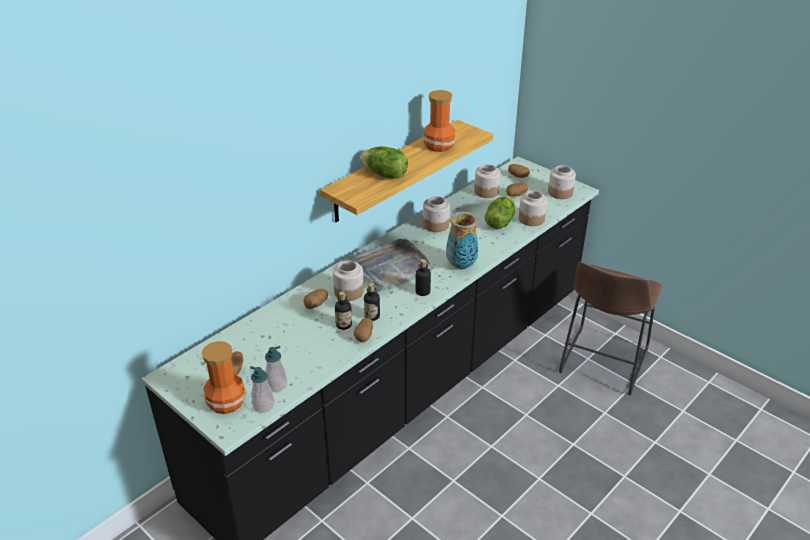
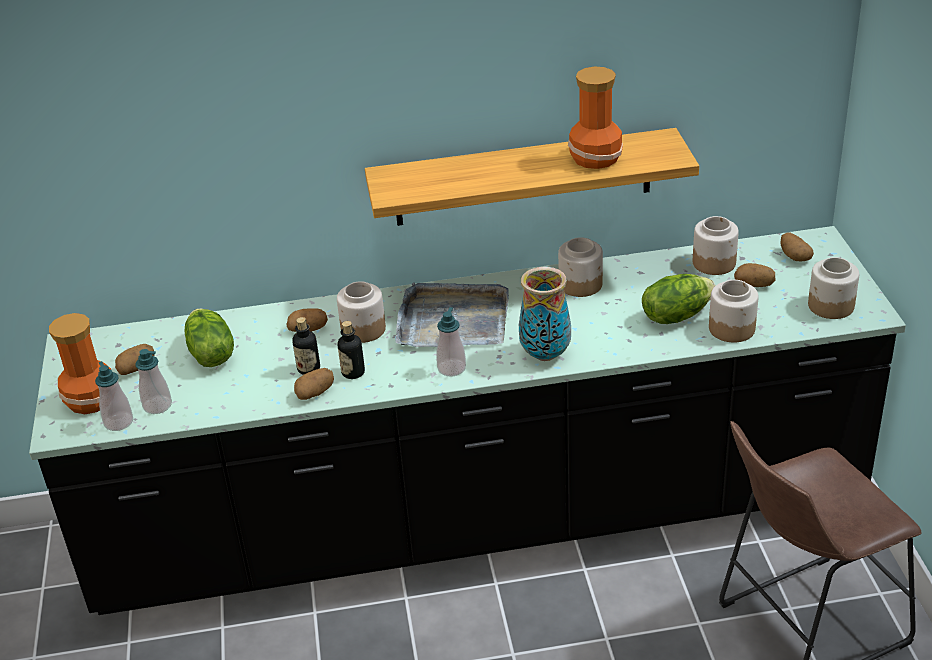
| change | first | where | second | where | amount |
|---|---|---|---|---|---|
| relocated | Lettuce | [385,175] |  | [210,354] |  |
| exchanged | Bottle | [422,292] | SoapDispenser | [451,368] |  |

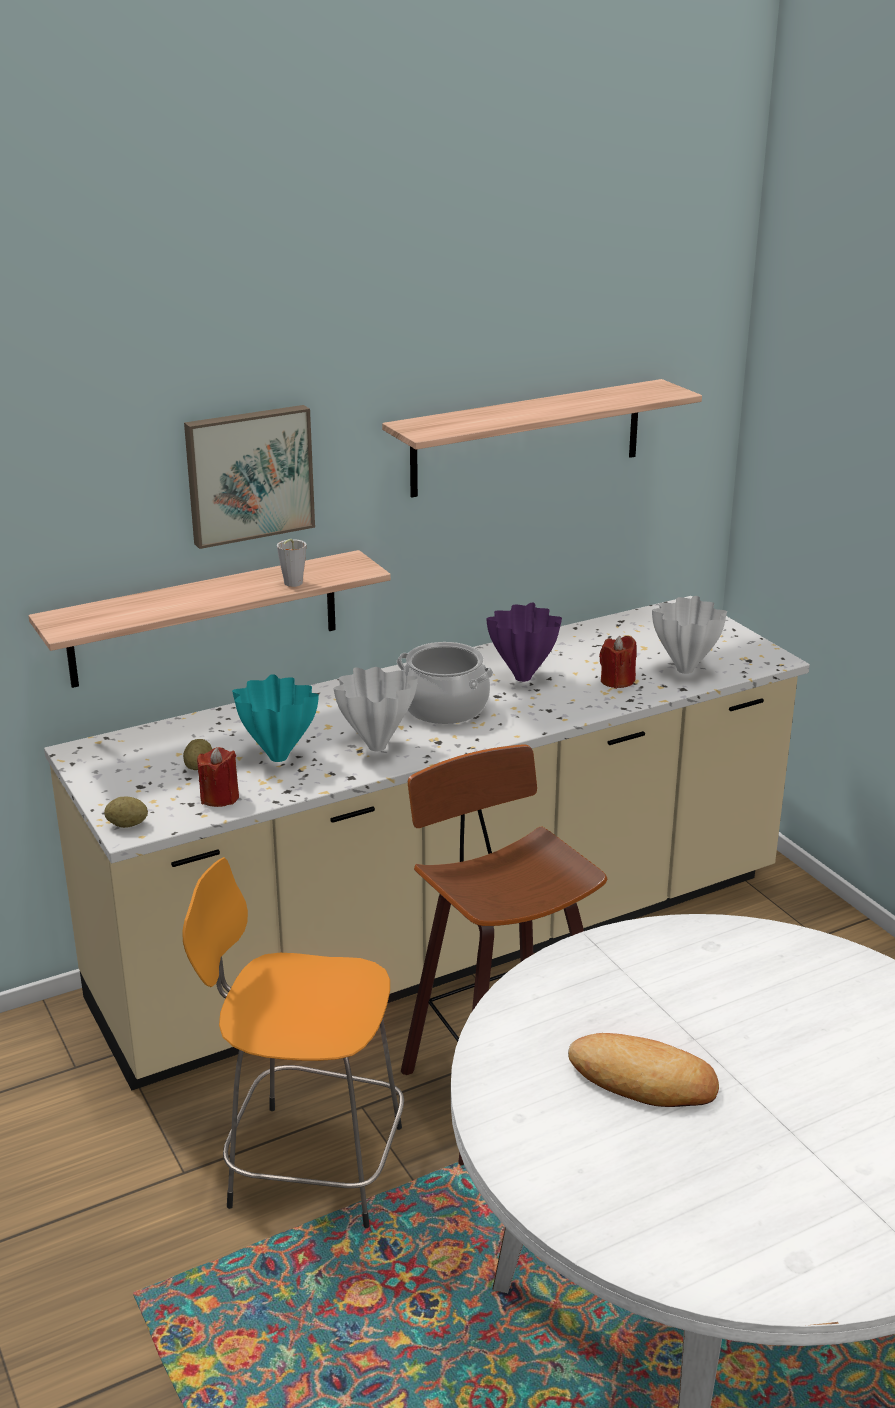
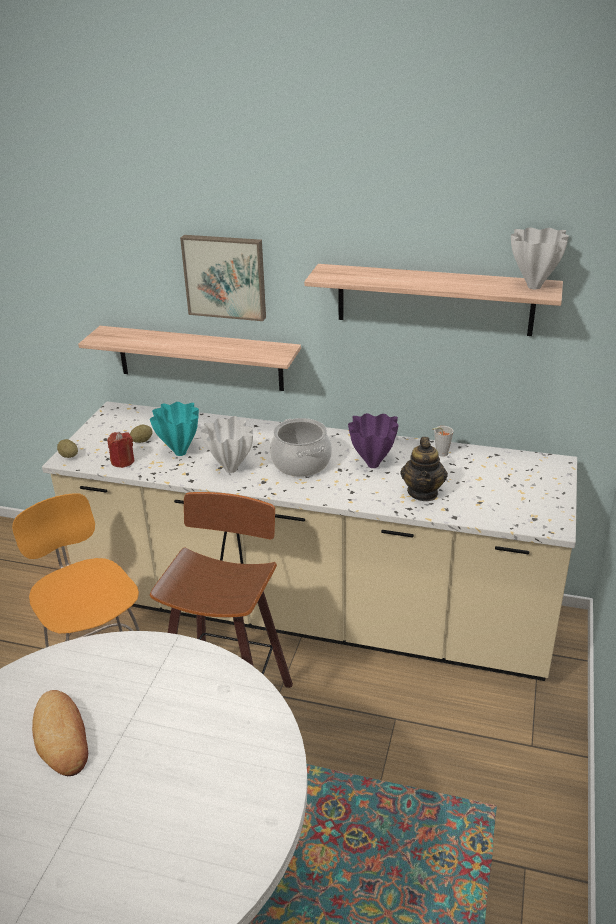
| change | first | where | second | where | amount |
|---|---|---|---|---|---|
| relocated | GreyCup | [291,584] |  | [439,454] |  |
| relocated | WhiteVase | [684,670] |  | [533,287] |  |
| exchanged | RedCandle | [617,681] | Teapot | [423,492] |  |

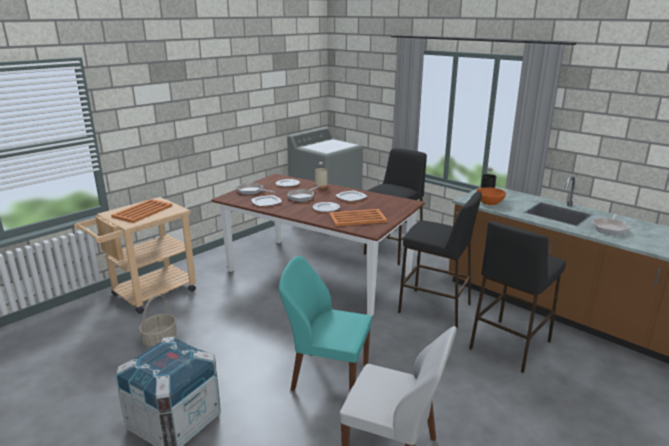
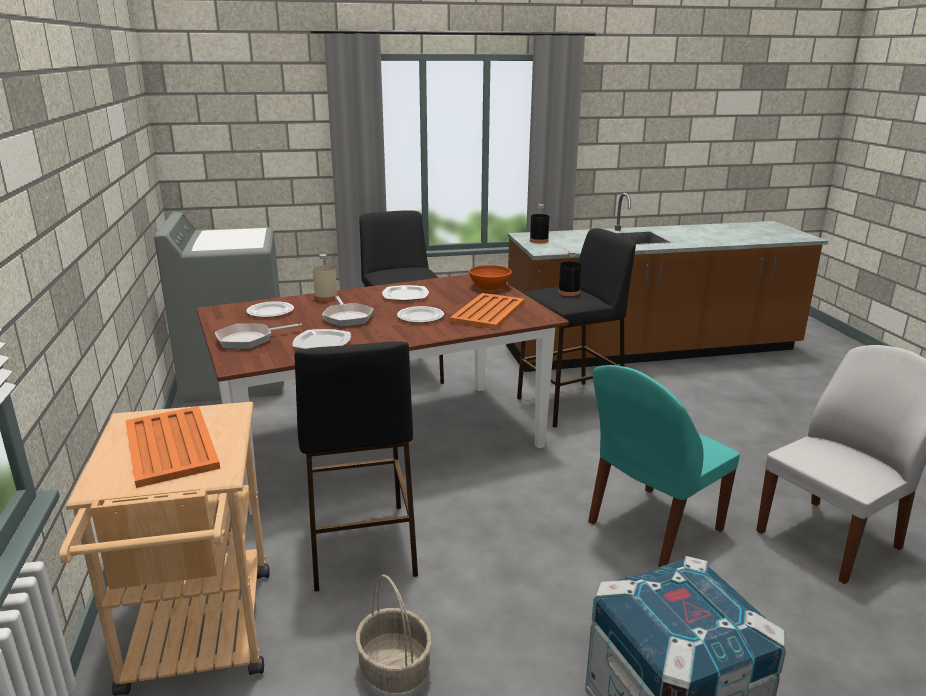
| change | first | where | second | where | amount |
|---|---|---|---|---|---|
| missing | FryingPan | [610,228] |  |  |  |
| appeared |  |  | BlackBottle | [569,292] |  |
| relocated | BlackStool | [510,345] |  | [361,546] |  |
| relocated | OrangeBowl | [489,202] |  | [490,287] |  |

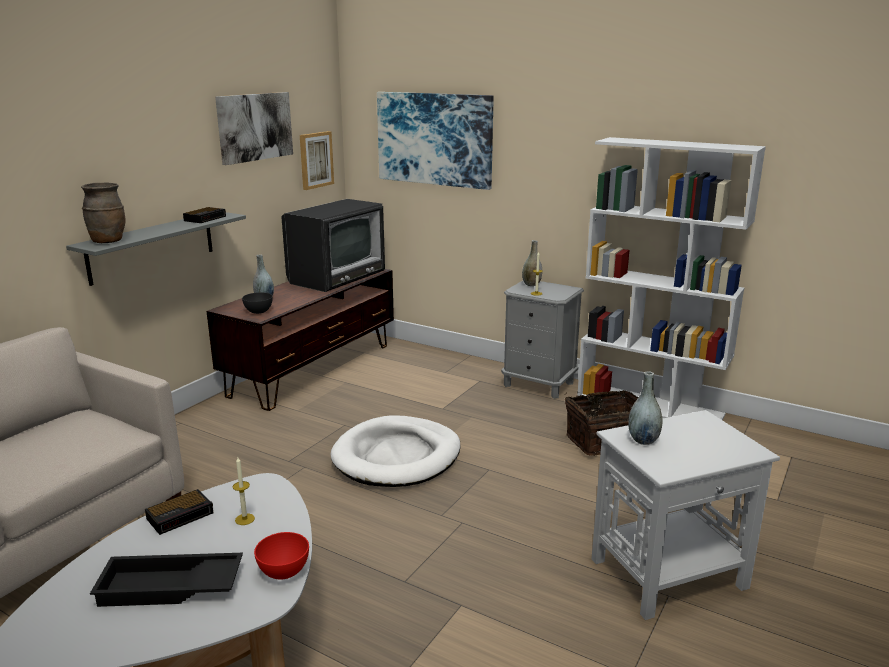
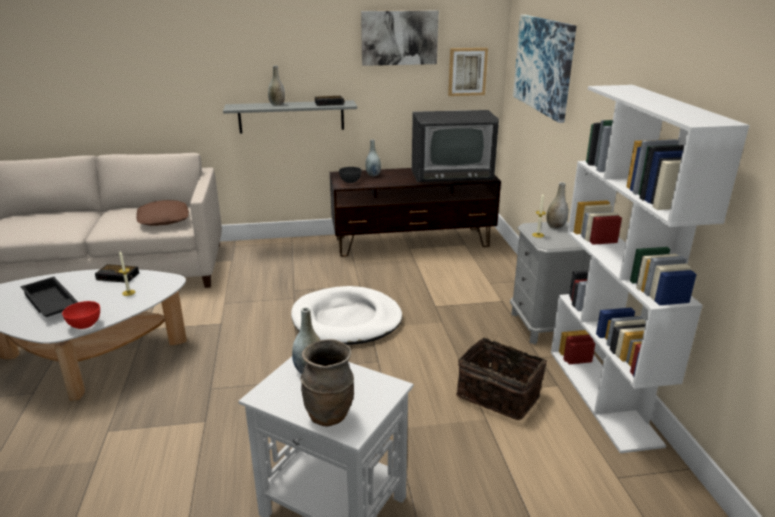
| change | first | where | second | where | amount |
|---|---|---|---|---|---|
| appeared |  |  | BrownPillow | [164,219] |  |
| appeared |  |  | GreyVase | [277,104] |  |
| relocated | BrownVase | [108,241] |  | [329,416] |  |

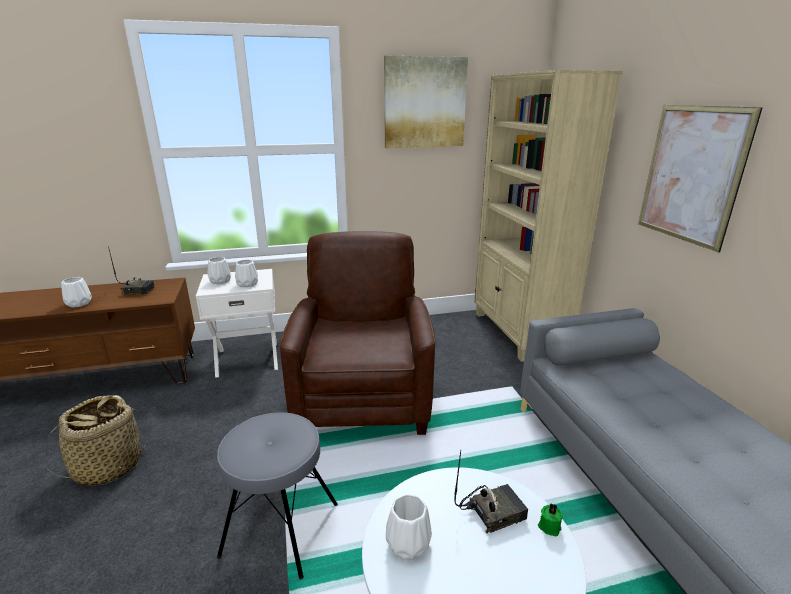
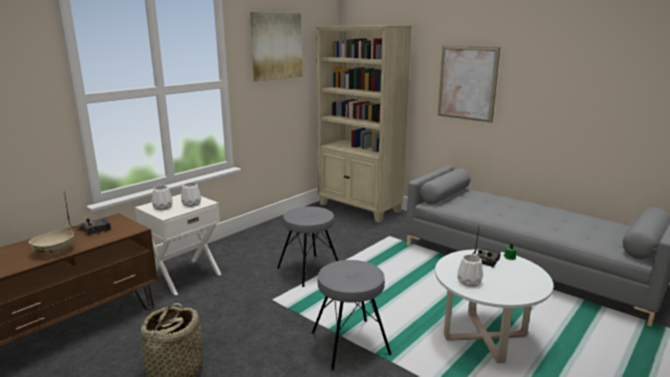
| change | first | where | second | where | amount |
|---|---|---|---|---|---|
| exchanged | WhiteVase | [78,303] | BeigeBowl | [54,251] |  |
| exchanged | BrownArmchair | [362,399] | GreyStool | [309,270] |  |

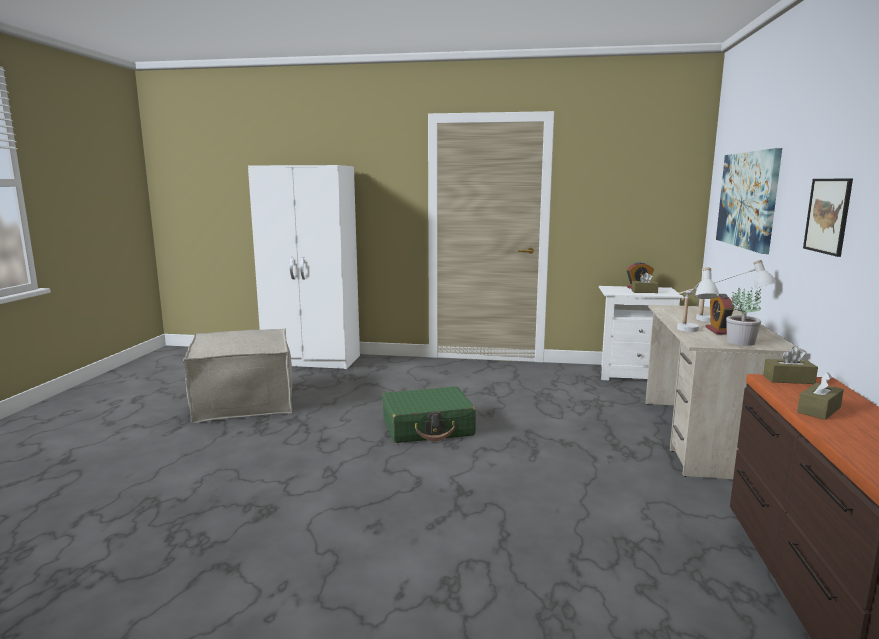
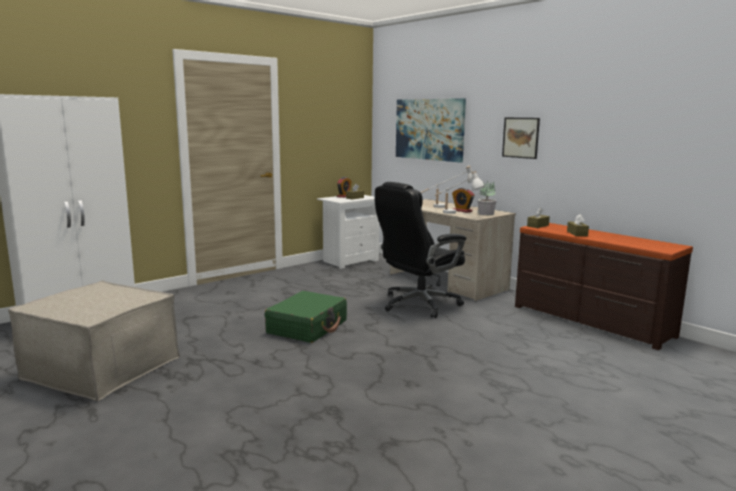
| change | first | where | second | where | amount |
|---|---|---|---|---|---|
| appeared |  |  | BlackOfficeChair | [418,304] |  |

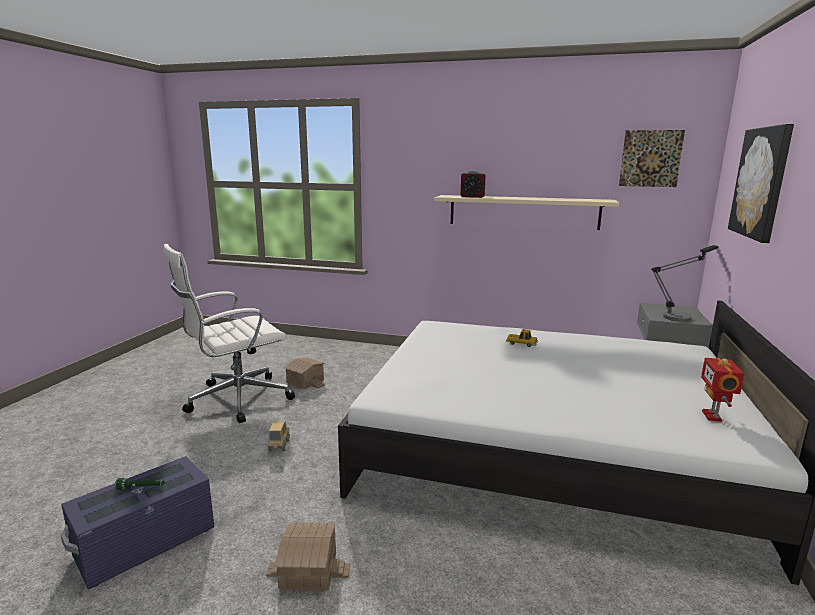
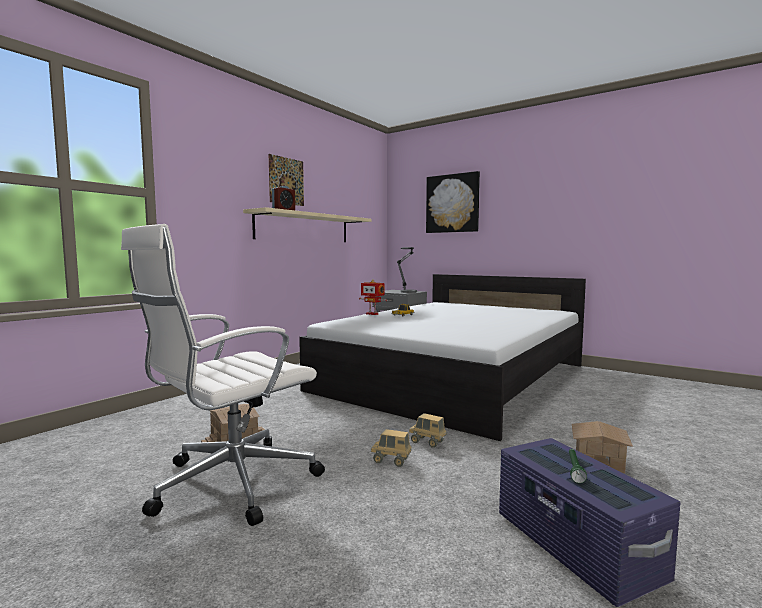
| change | first | where | second | where | amount |
|---|---|---|---|---|---|
| appeared |  |  | ToyTruck | [427,442] |  |
| relocated | Picture | [650,158] |  | [286,181] |  |
| relocated | ToyRobot | [713,416] |  | [372,314] |  |
| spun | WhiteOfficeChair | [236,399] |  | [229,483] | 60 degrees clockwise |

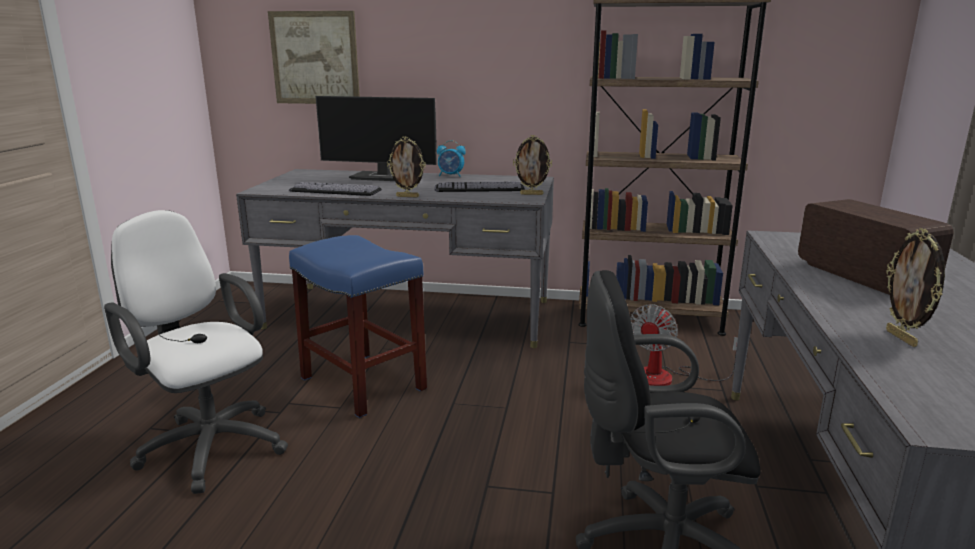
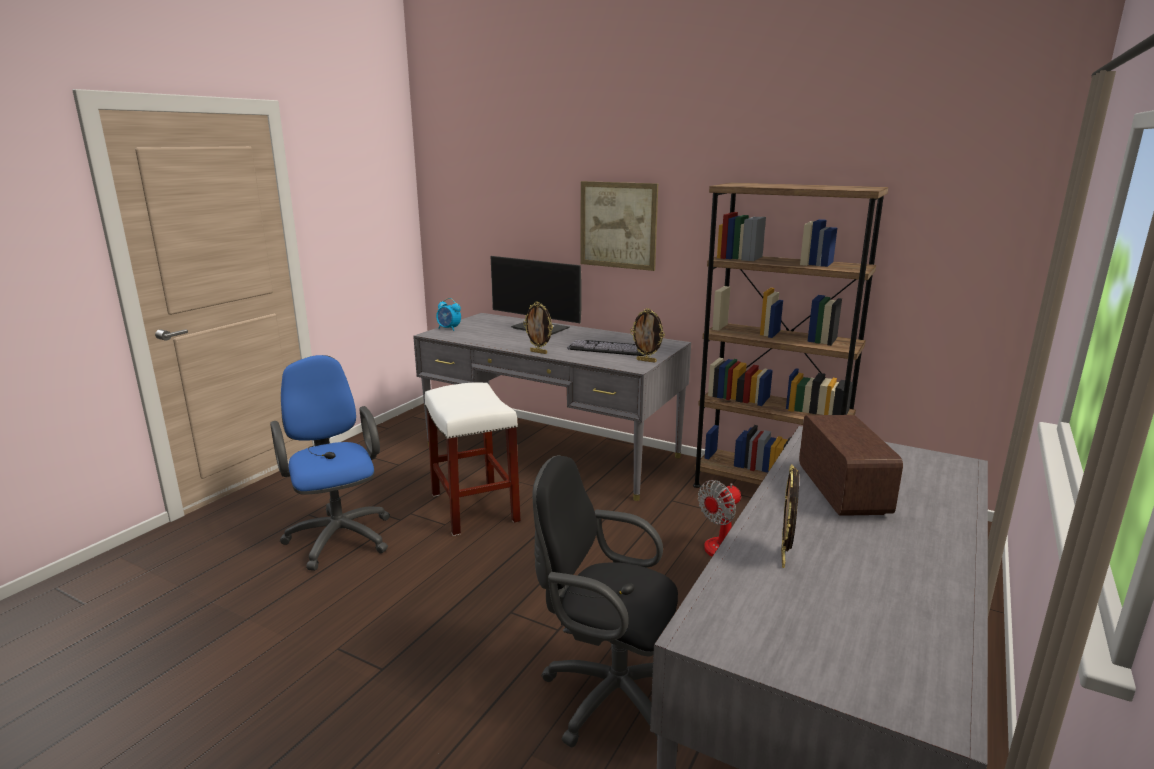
| change | first | where | second | where | amount |
|---|---|---|---|---|---|
| missing | Keyboard | [338,189] |  |  |  |
| relocated | Picture | [315,58] |  | [618,225] |  |
| relocated | AlarmClock | [451,175] |  | [449,329] |  |
| colour | WhiteOfficeChair | [209,444] | BlueOfficeChair | [339,535] |  |
| colour | BlueStool | [361,383] | WhiteStool | [473,507] |  |

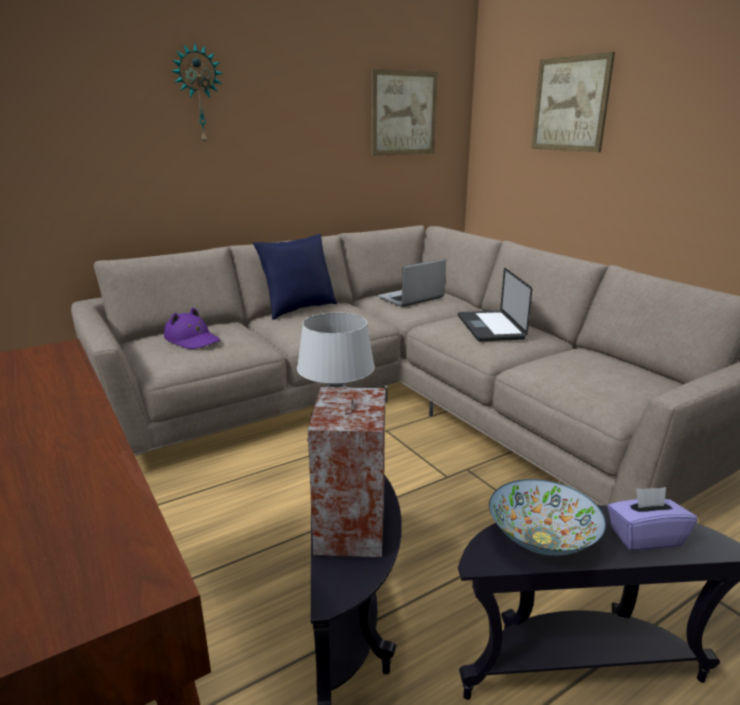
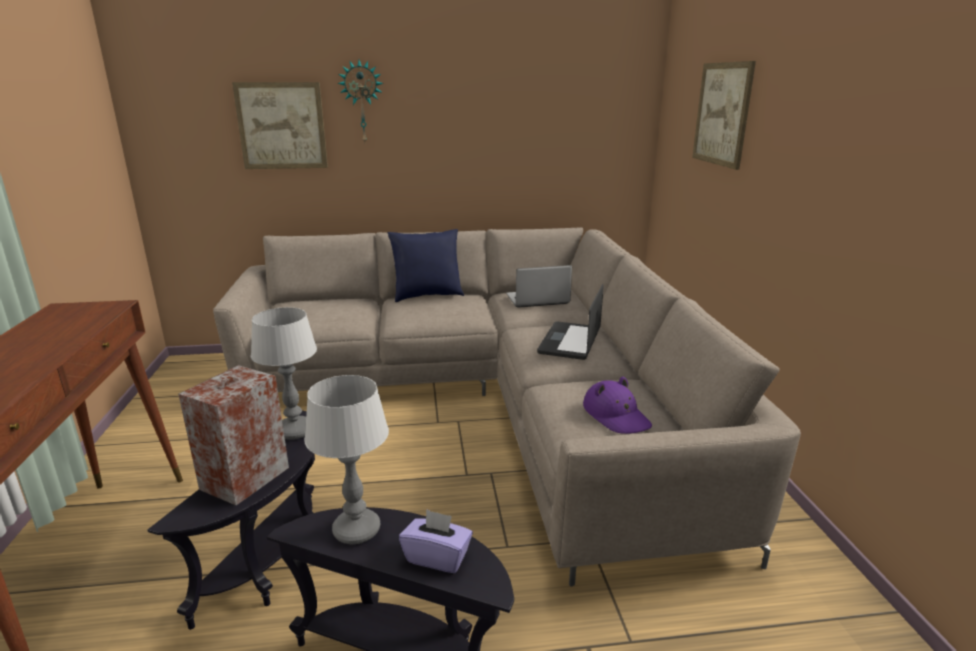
| change | first | where | second | where | amount |
|---|---|---|---|---|---|
| relocated | PurpleHat | [193,340] |  | [616,416] |  |
| relocated | Picture | [403,113] |  | [281,126] |  |
| exchanged | Bowl | [542,539] | TableLamp | [357,531] |  |

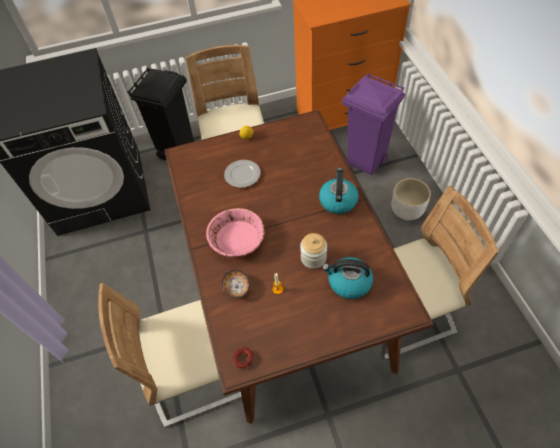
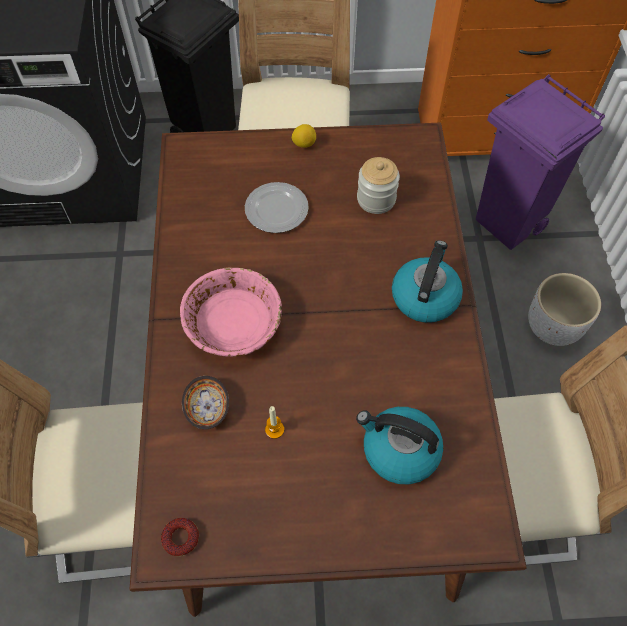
| change | first | where | second | where | amount |
|---|---|---|---|---|---|
| relocated | Jar | [313,258] |  | [376,199] |  |

